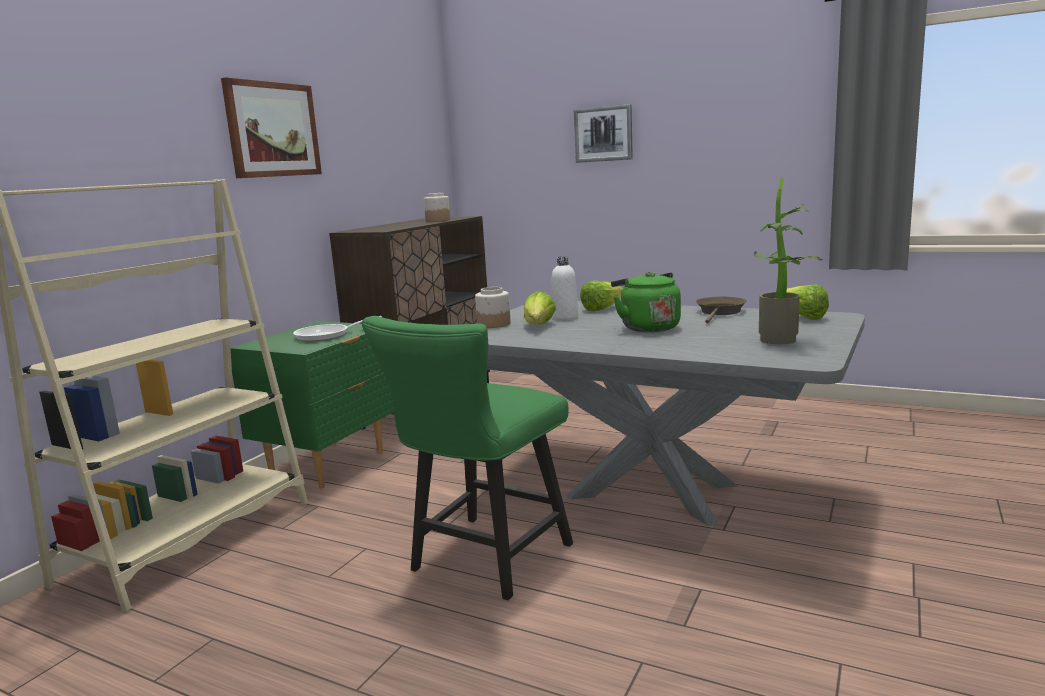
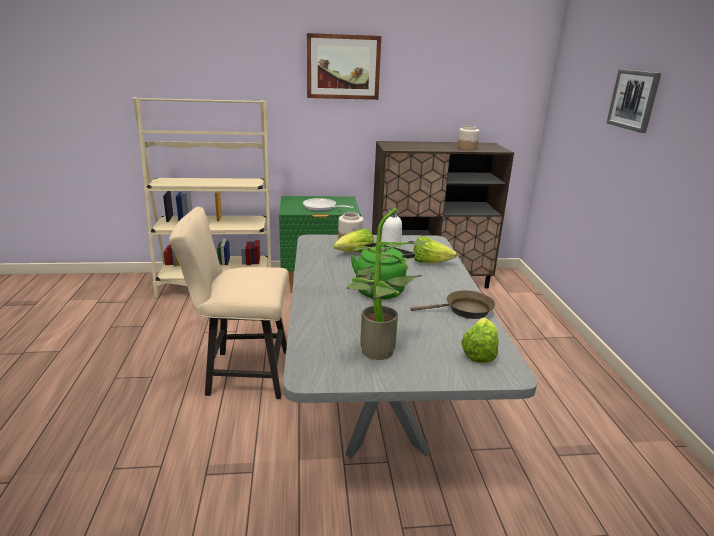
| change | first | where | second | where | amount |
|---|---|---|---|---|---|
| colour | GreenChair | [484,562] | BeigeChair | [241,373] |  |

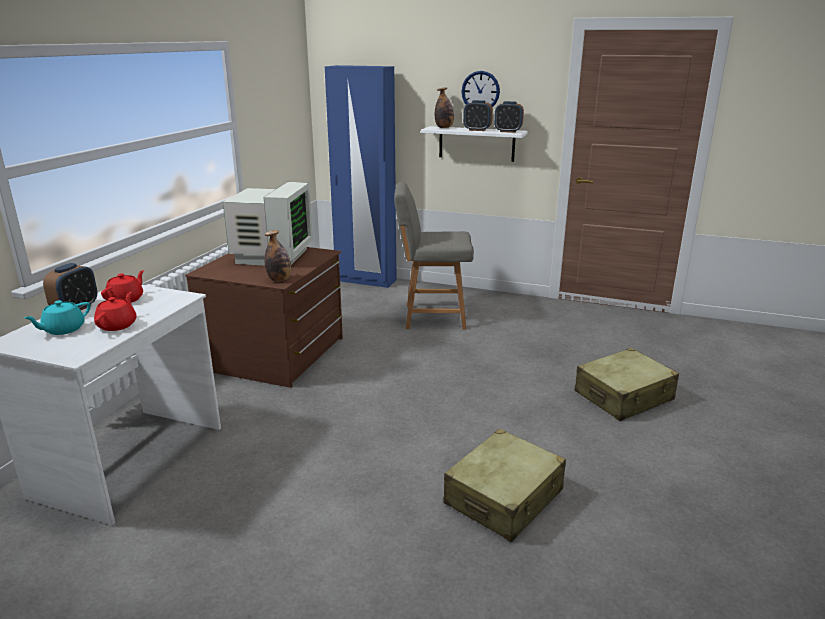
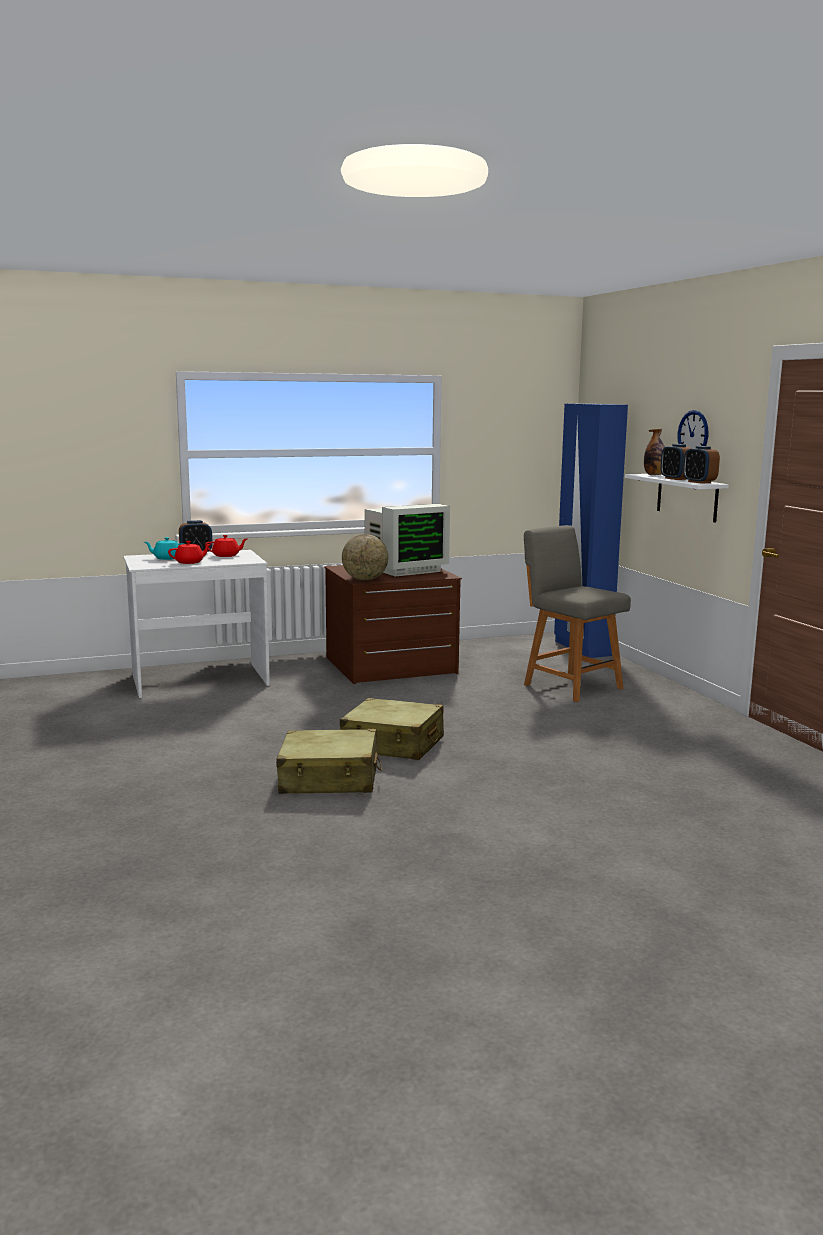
| change | first | where | second | where | amount |
|---|---|---|---|---|---|
| relocated | BeigeSuitcase | [624,396] |  | [393,745] |  |
| exchanged | Bottle | [279,279] | Globe | [365,580] |  |

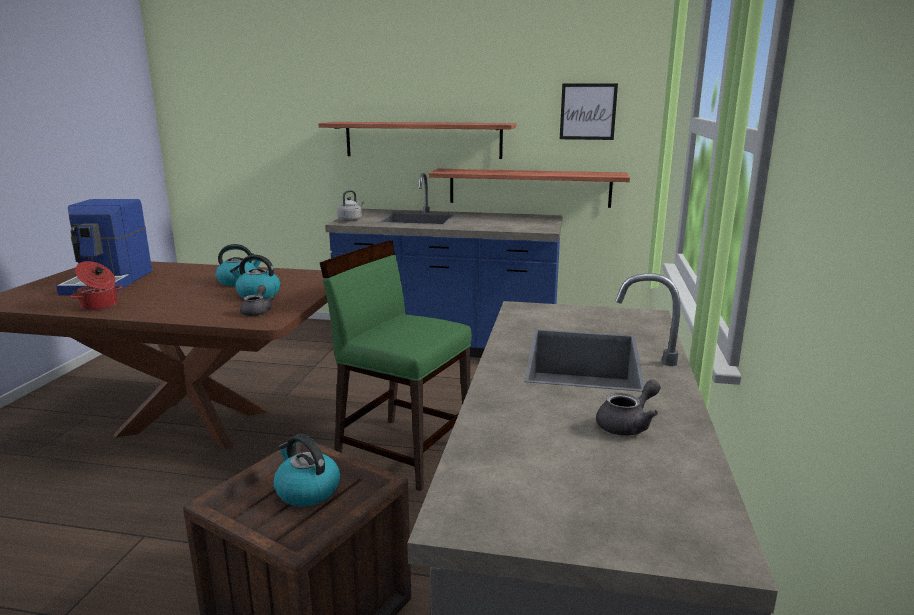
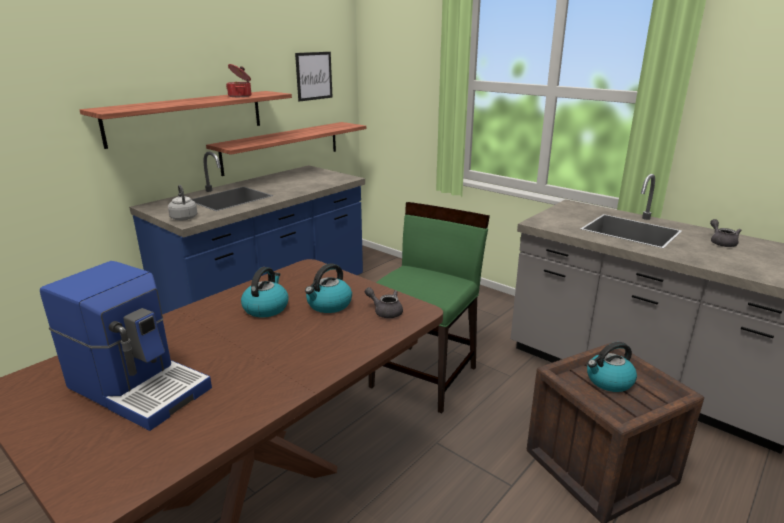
| change | first | where | second | where | amount |
|---|---|---|---|---|---|
| relocated | CookingPot | [100,306] |  | [240,96] |  |
| spun | GreenChair | [403,451] |  | [425,376] | 150 degrees clockwise |

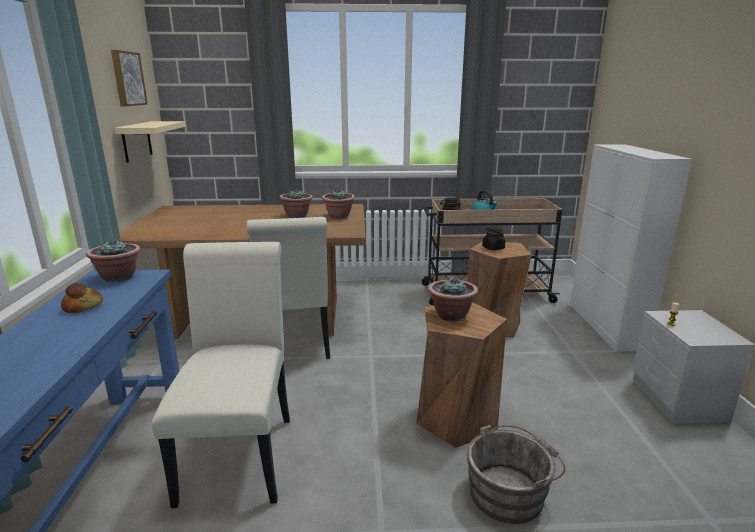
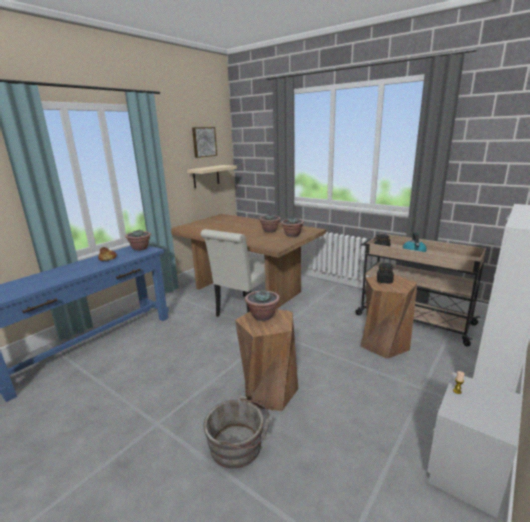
| change | first | where | second | where | amount |
|---|---|---|---|---|---|
| missing | WhiteChair | [240,451] |  |  |  |

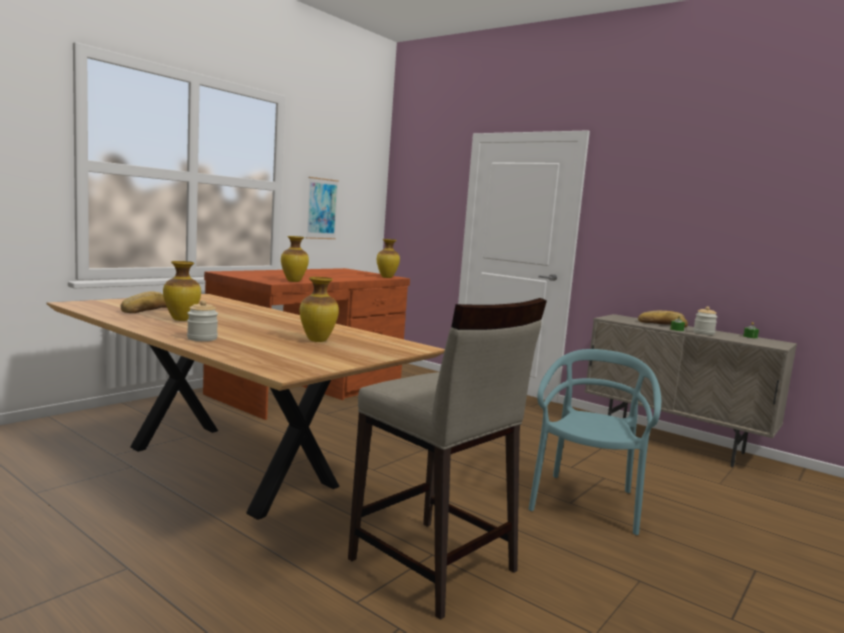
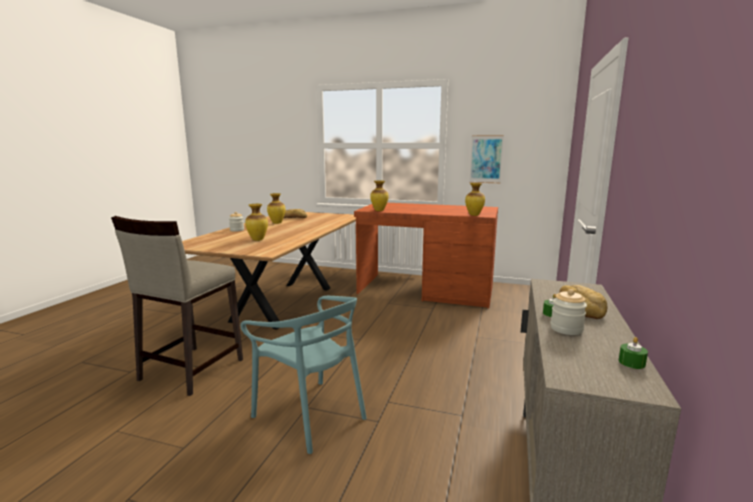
| change | first | where | second | where | amount |
|---|---|---|---|---|---|
| spun | TurquoiseChair | [586,503] |  | [311,415] | 45 degrees clockwise |

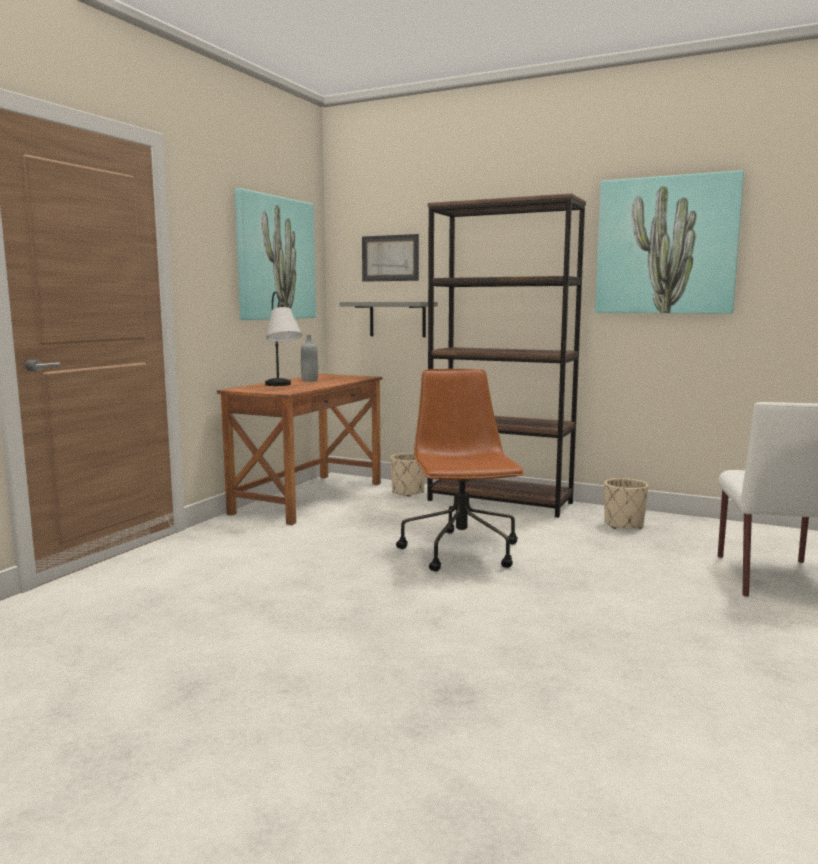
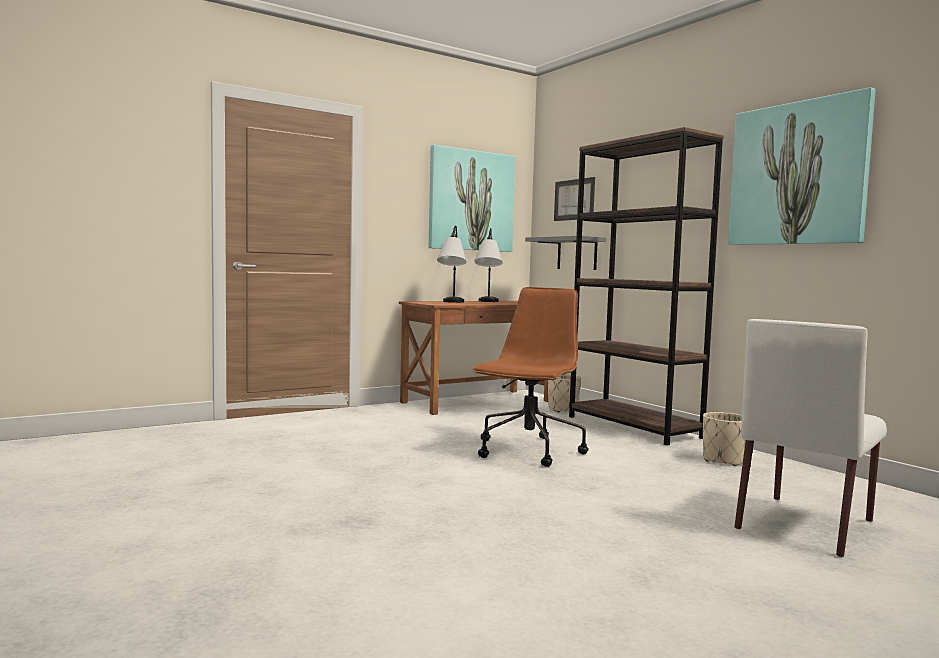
| change | first | where | second | where | amount |
|---|---|---|---|---|---|
| exchanged | GreyBottle | [309,380] | TableLamp | [487,302] |  |

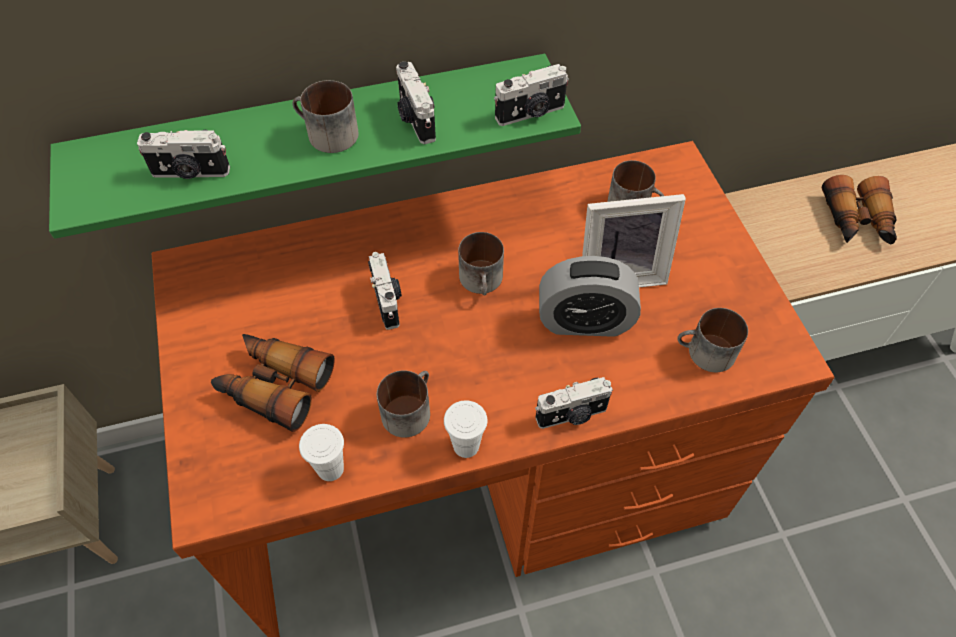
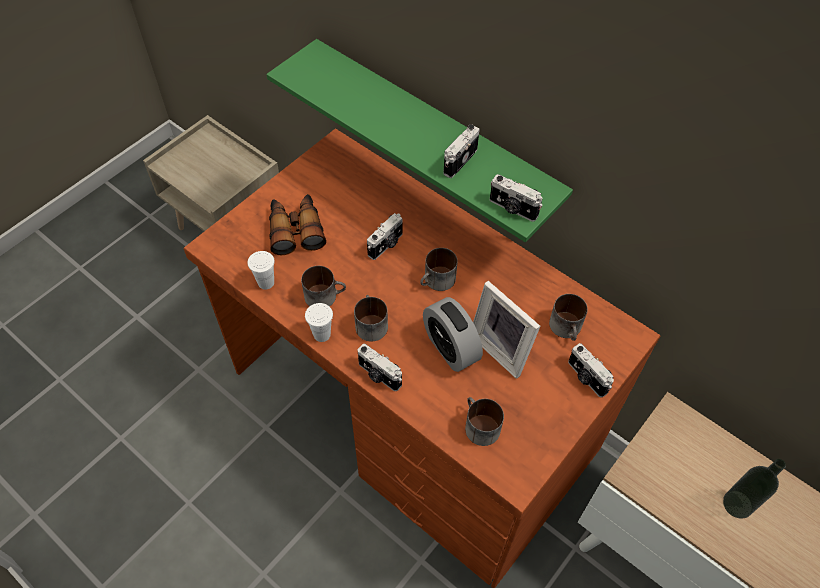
| change | first | where | second | where | amount |
|---|---|---|---|---|---|
| relocated | PhotoCamera | [190,173] |  | [586,378] |  |
| relocated | Mug | [326,135] |  | [369,324] |  |
| exchanged | Binoculars | [857,222] | Bottle | [737,504] |  |

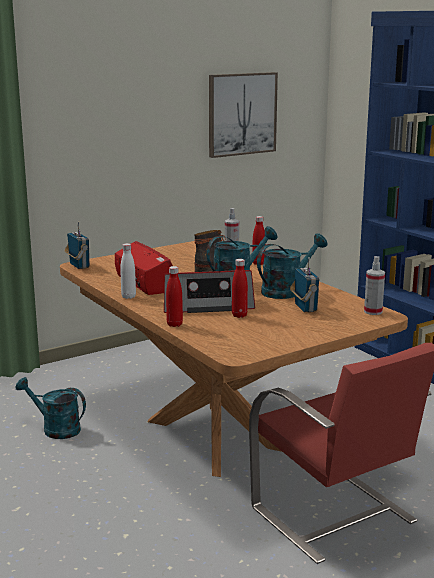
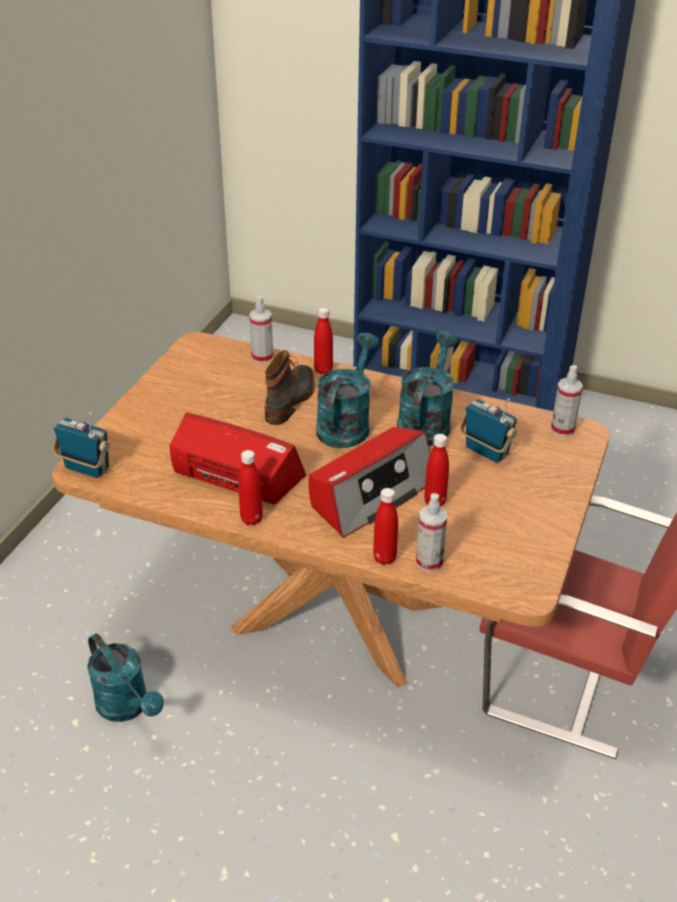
| change | first | where | second | where | amount |
|---|---|---|---|---|---|
| missing | Picture | [242,114] |  |  |  |
| appeared |  |  | SprayBottle | [429,562] |  |
| colour | WhiteBottle | [128,297] | RedBottle | [251,519] |  |
| spun | TurquoiseWateringCan | [55,429] |  | [128,707] | 120 degrees counterclockwise |

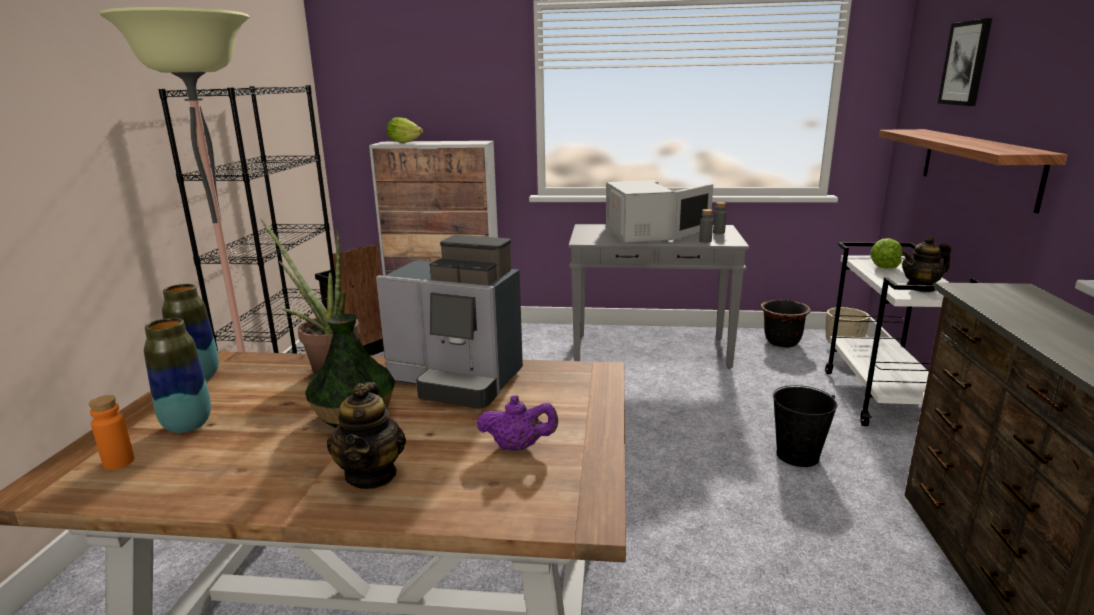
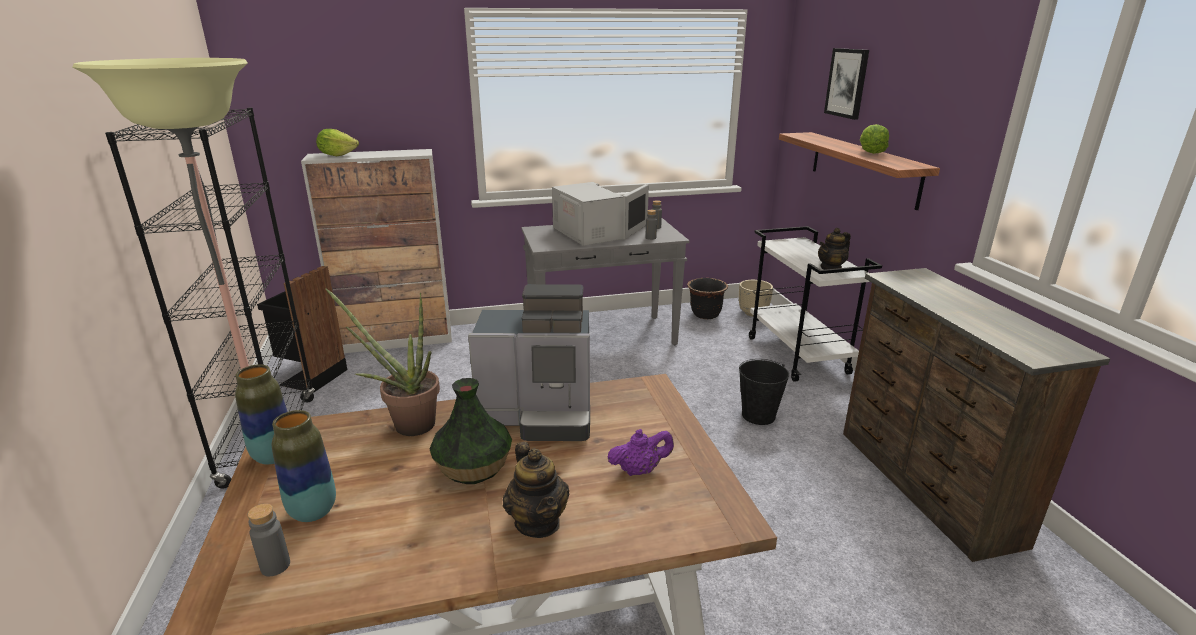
| change | first | where | second | where | amount |
|---|---|---|---|---|---|
| relocated | Lettuce | [883,267] |  | [870,153] |  |
| colour | OrangeBottle | [119,462] | GreyBottle | [275,566] |  |

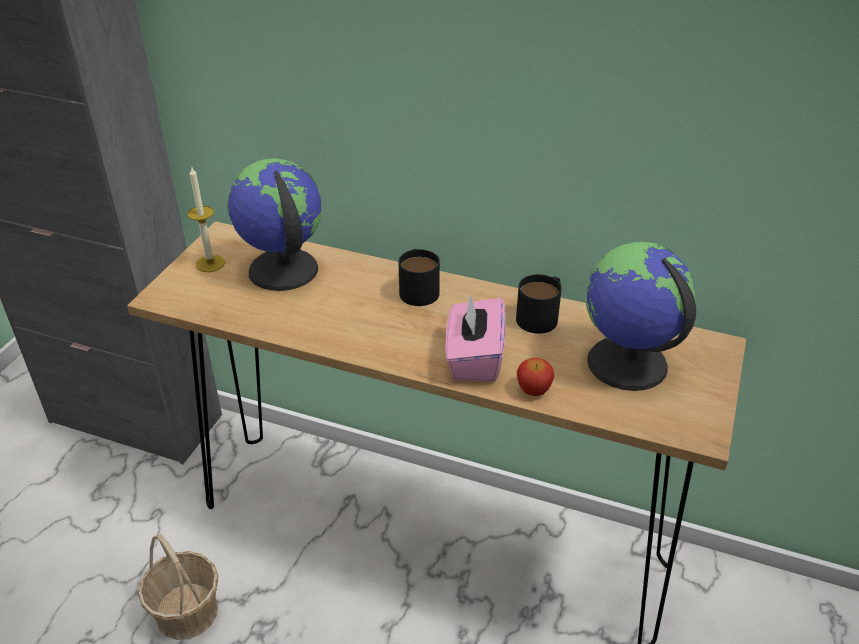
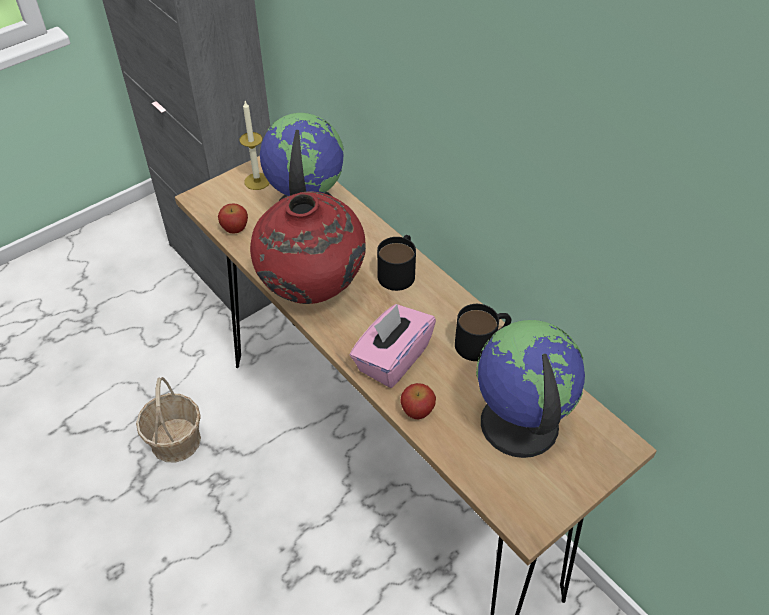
| change | first | where | second | where | amount |
|---|---|---|---|---|---|
| appeared |  |  | Apple | [235,229] |  |
| appeared |  |  | RedVase | [313,290] |  |

